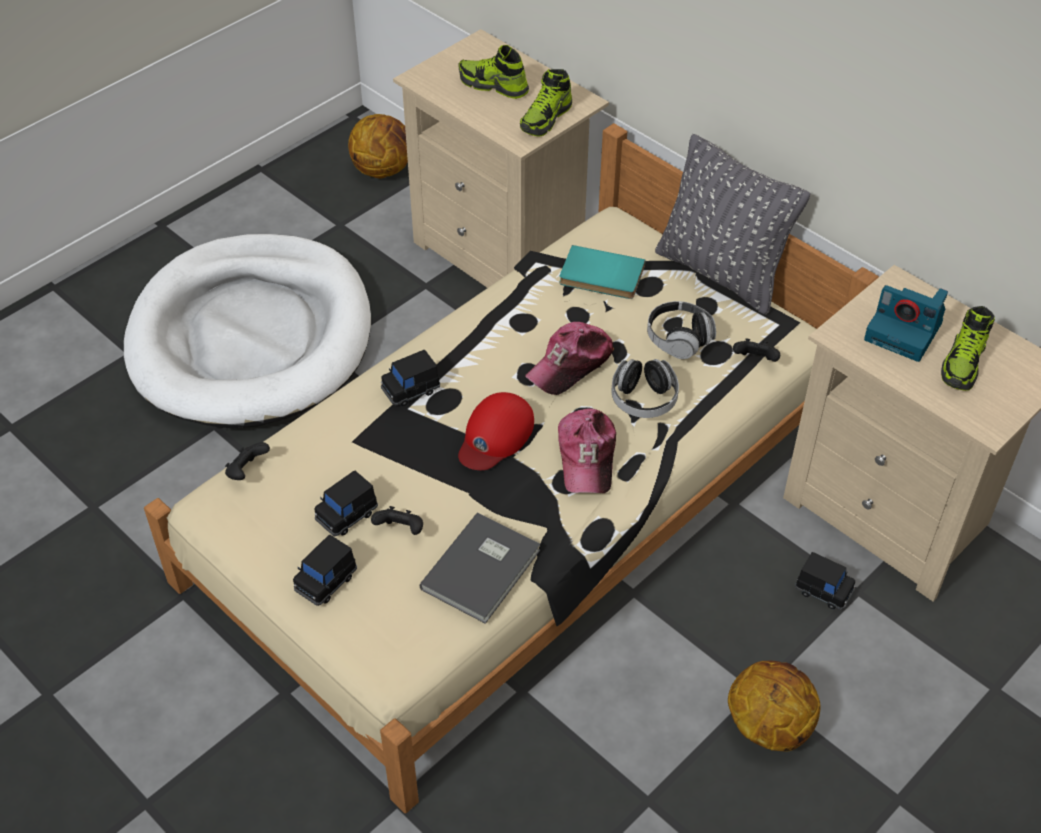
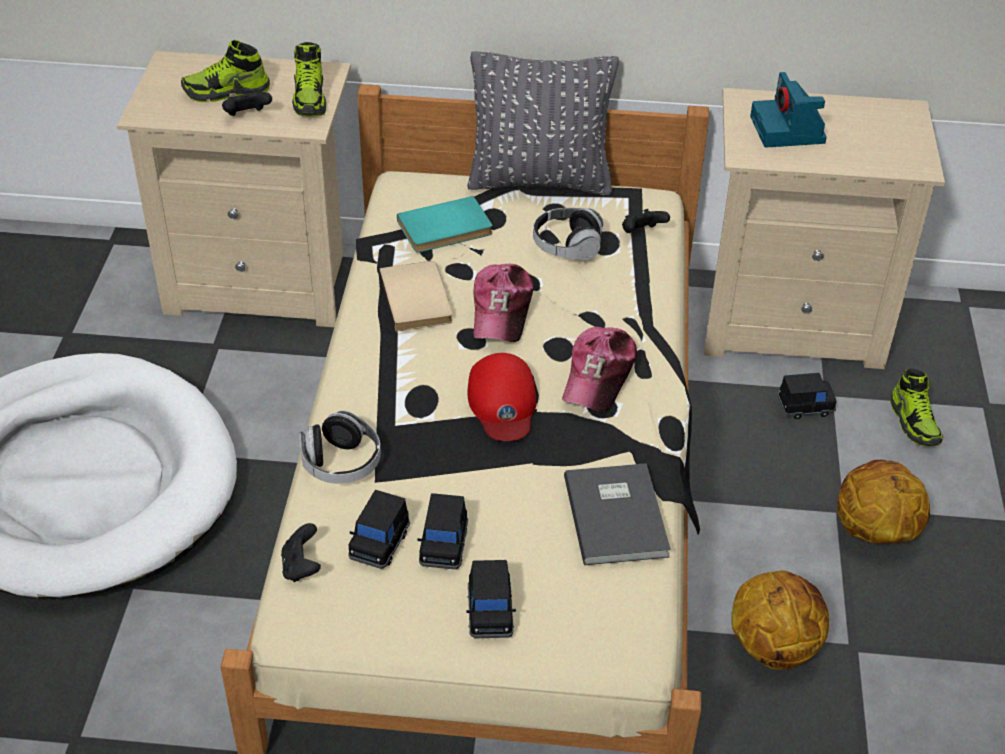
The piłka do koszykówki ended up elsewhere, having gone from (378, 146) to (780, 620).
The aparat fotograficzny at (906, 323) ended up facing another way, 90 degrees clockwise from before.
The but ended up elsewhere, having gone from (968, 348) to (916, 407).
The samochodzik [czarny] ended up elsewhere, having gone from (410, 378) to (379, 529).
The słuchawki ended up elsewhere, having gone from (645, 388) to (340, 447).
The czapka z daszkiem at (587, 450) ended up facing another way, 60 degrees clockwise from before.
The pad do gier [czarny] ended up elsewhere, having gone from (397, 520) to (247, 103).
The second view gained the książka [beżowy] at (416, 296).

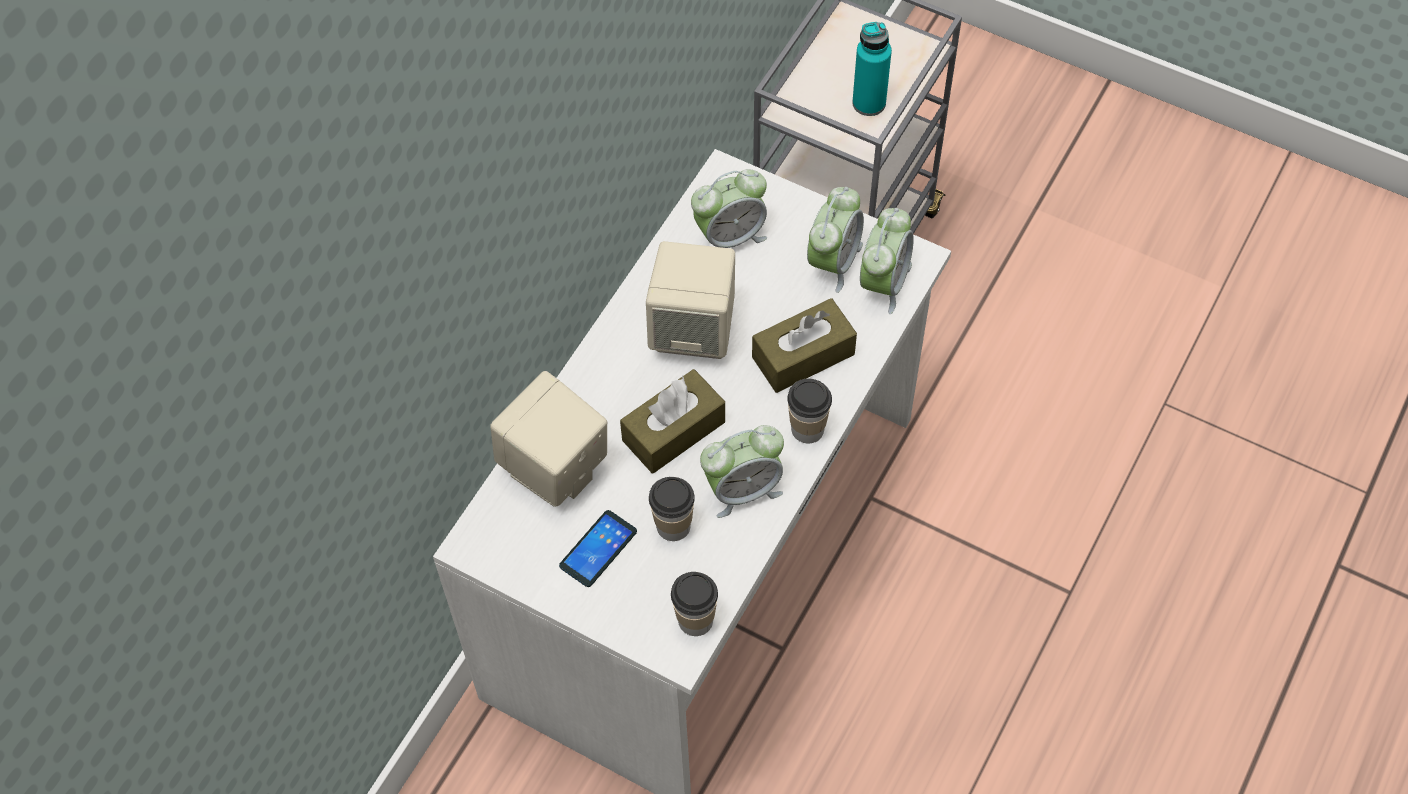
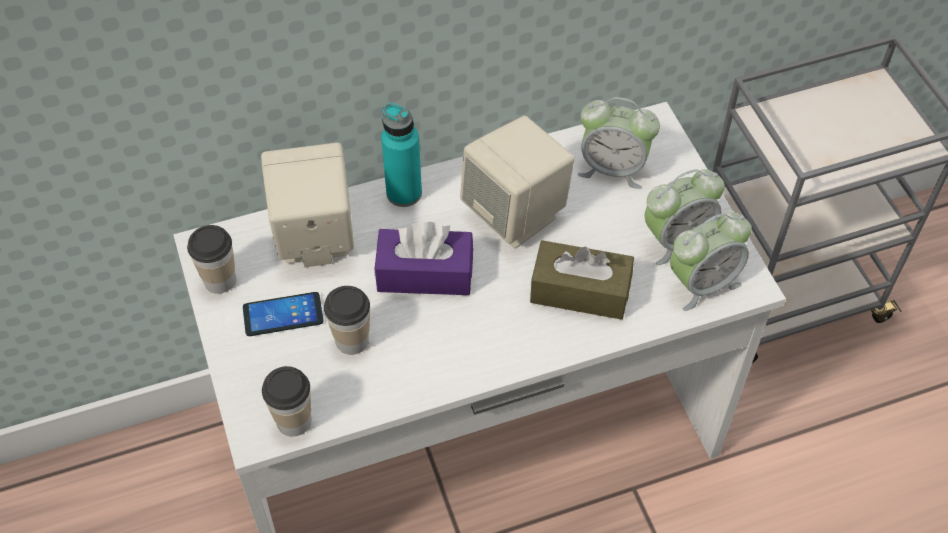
The butelka [turkusowy] ended up elsewhere, having gone from (872, 69) to (401, 155).
What was the pudełko chusteczek [brązowy] at (672, 421) turned into the pudełko chusteczek [fioletowy] at (424, 258).
The filiżanka ended up elsewhere, having gone from (809, 411) to (211, 259).
The second view lost the budzik at (742, 471).

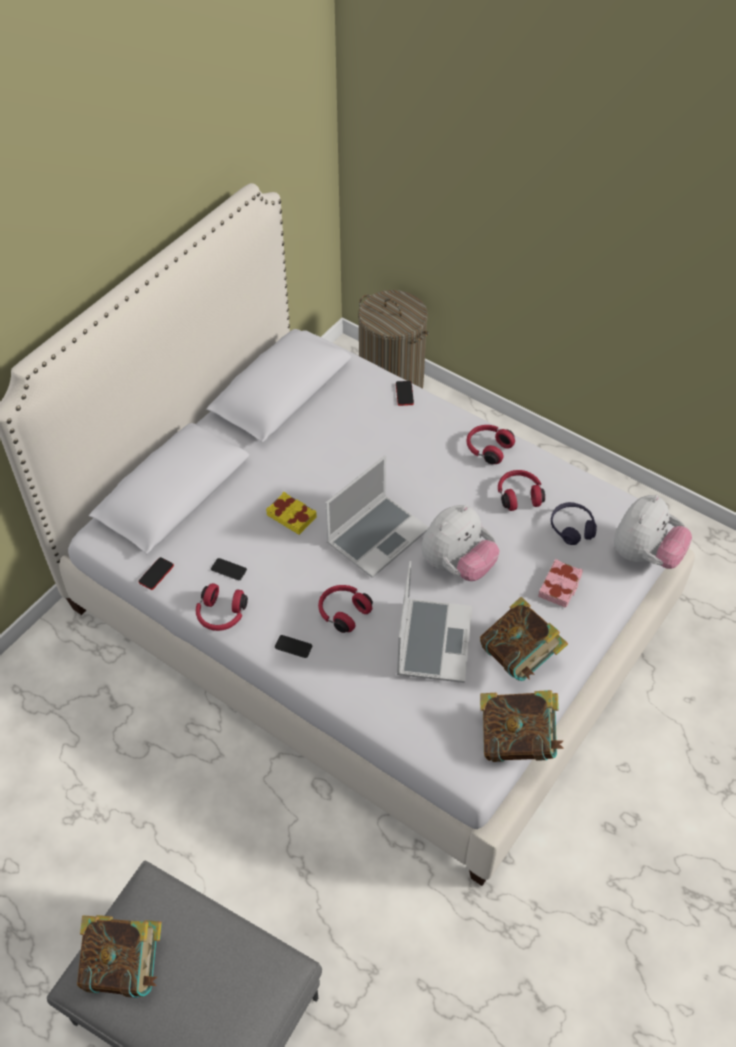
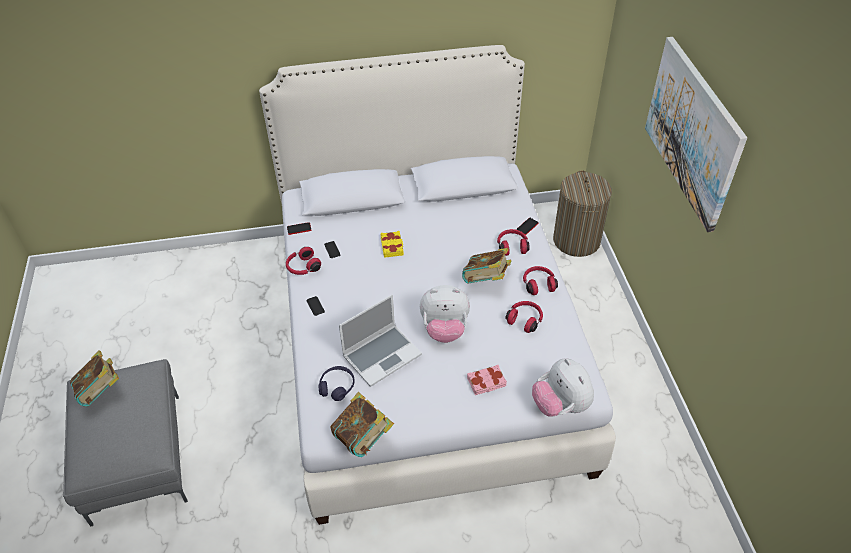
The second view lost the laptop at (377, 516).
The pluszak at (653, 531) ended up facing another way, 75 degrees clockwise from before.
The słuchawki [fioletowy] ended up elsewhere, having gone from (574, 523) to (337, 383).
The słuchawki [czerwony] ended up elsewhere, having gone from (345, 609) to (513, 242).
The książka ended up elsewhere, having gone from (524, 639) to (487, 265).
The second view gained the obraz at (696, 134).

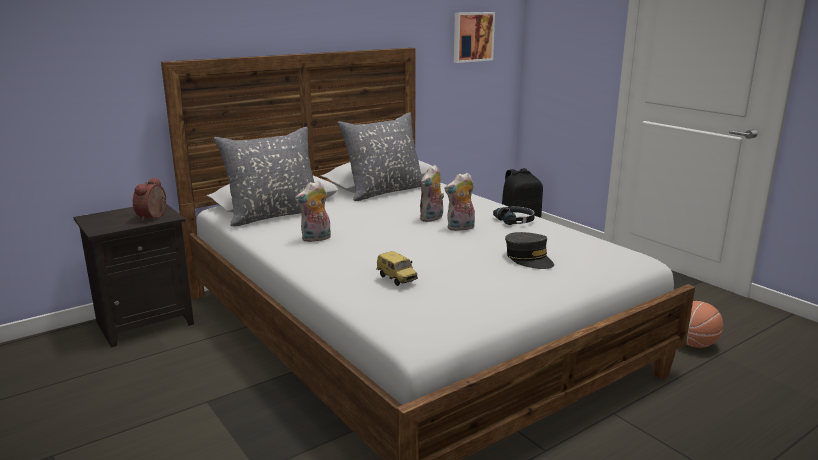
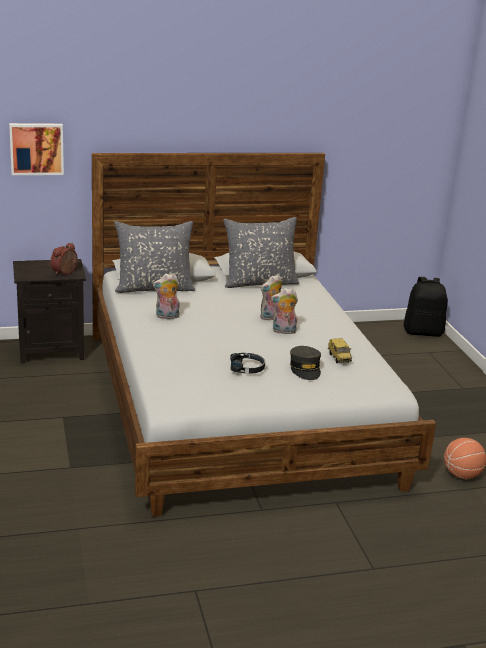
The obraz ended up elsewhere, having gone from (474, 37) to (36, 149).
The słuchawki [czarny] ended up elsewhere, having gone from (514, 215) to (247, 363).
The samochodzik ended up elsewhere, having gone from (397, 268) to (340, 350).

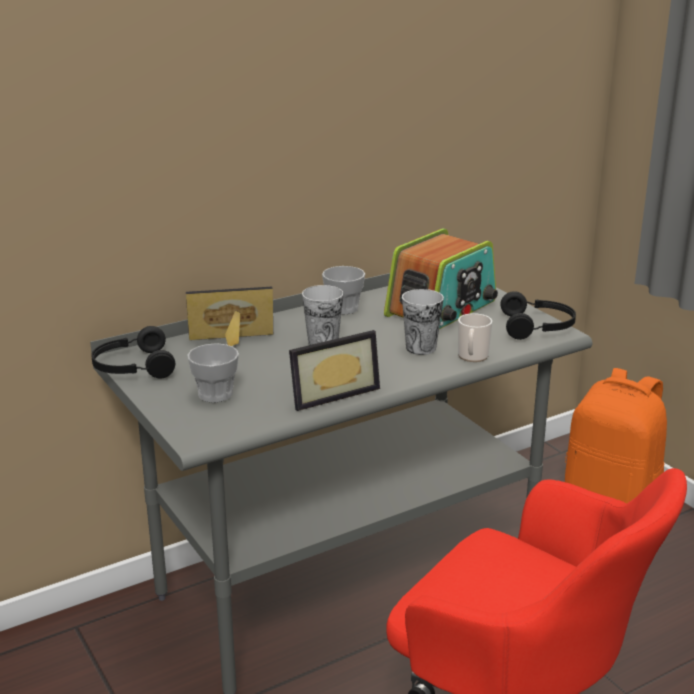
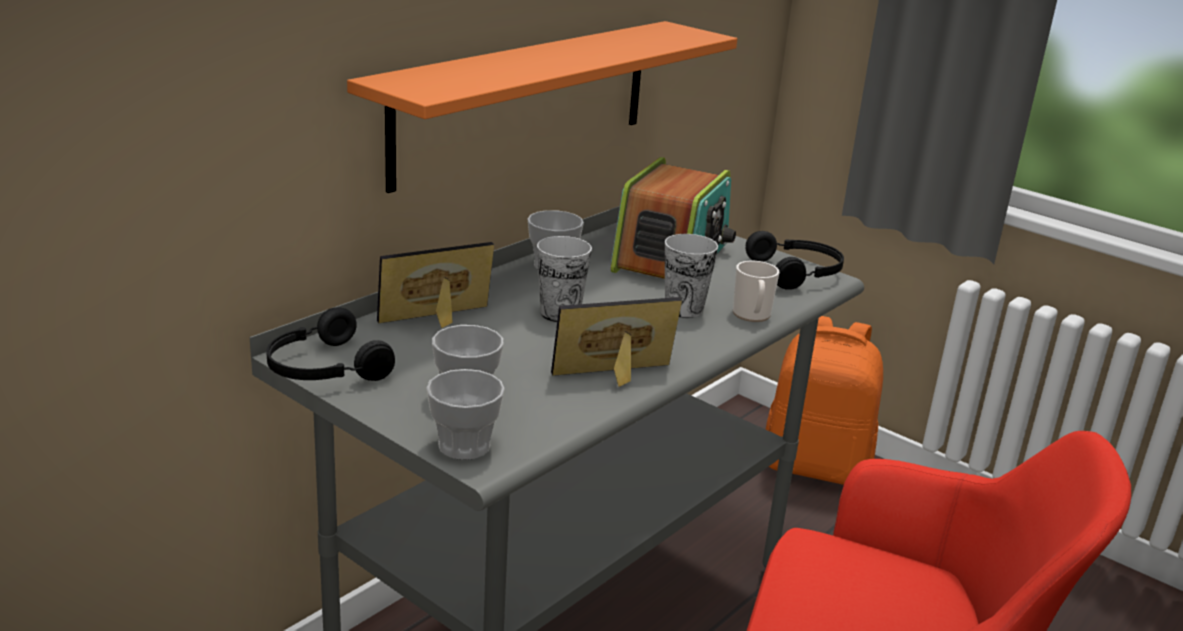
The ramka na zdjęcie at (334, 370) ended up facing another way, 150 degrees counterclockwise from before.
The second view gained the półka [pomarańczowy] at (542, 107).
The second view gained the filiżanka at (465, 414).

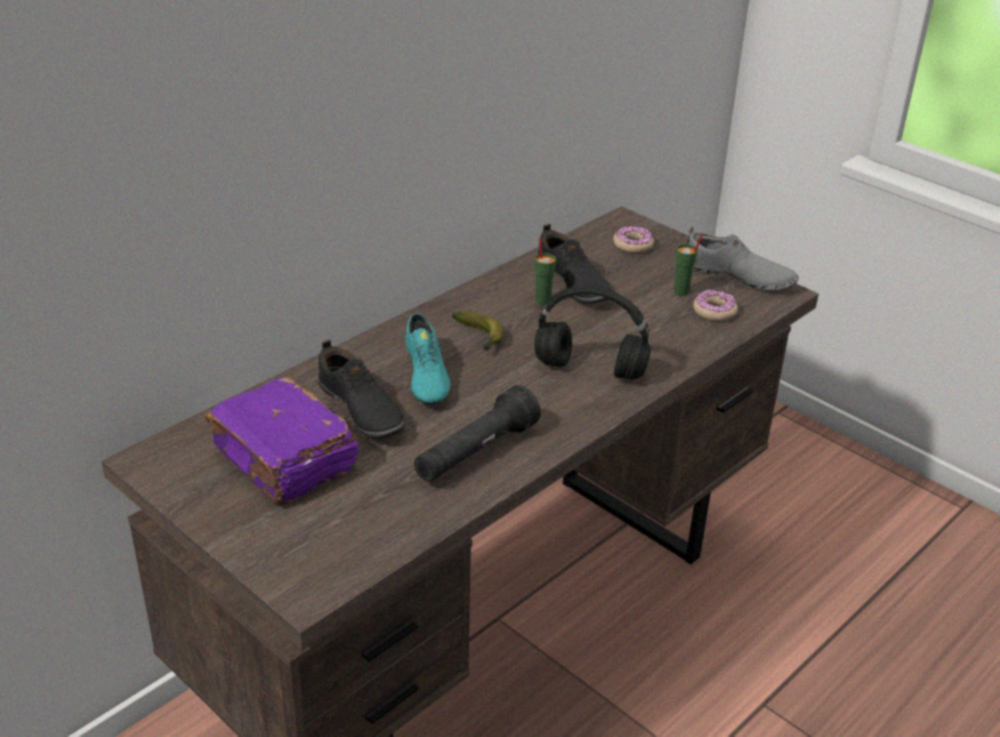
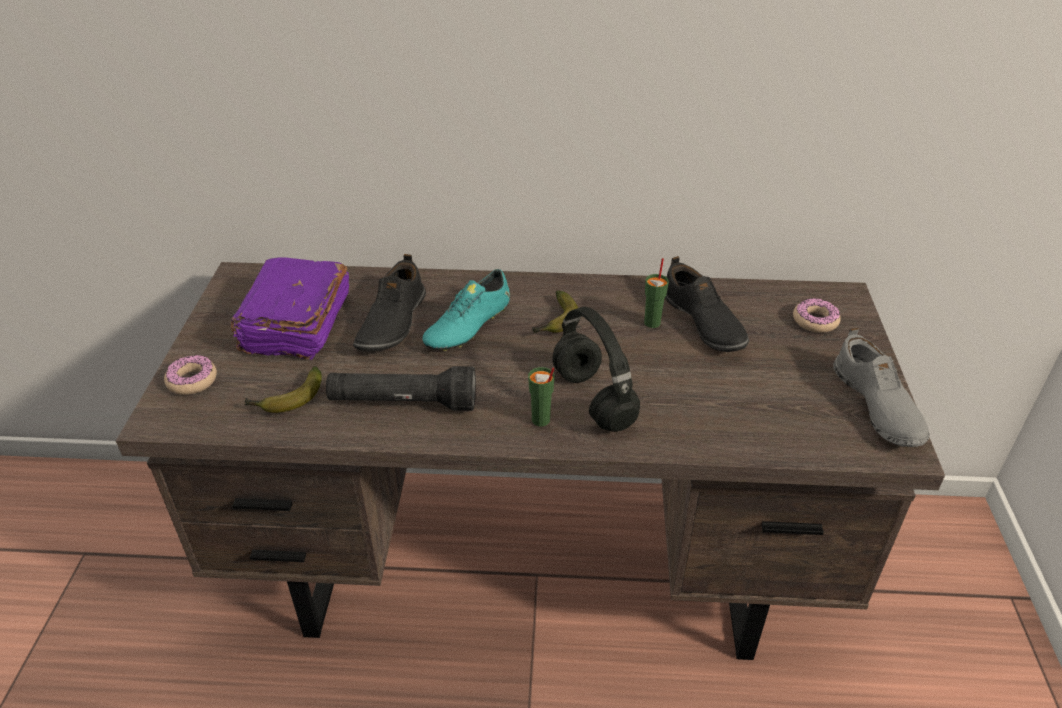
The but [czarny] at (574, 264) ended up facing another way, 45 degrees counterclockwise from before.
The filiżanka [zielony] ended up elsewhere, having gone from (688, 265) to (541, 396).
The donut ended up elsewhere, having gone from (715, 305) to (190, 375).
The second view gained the banan at (283, 389).

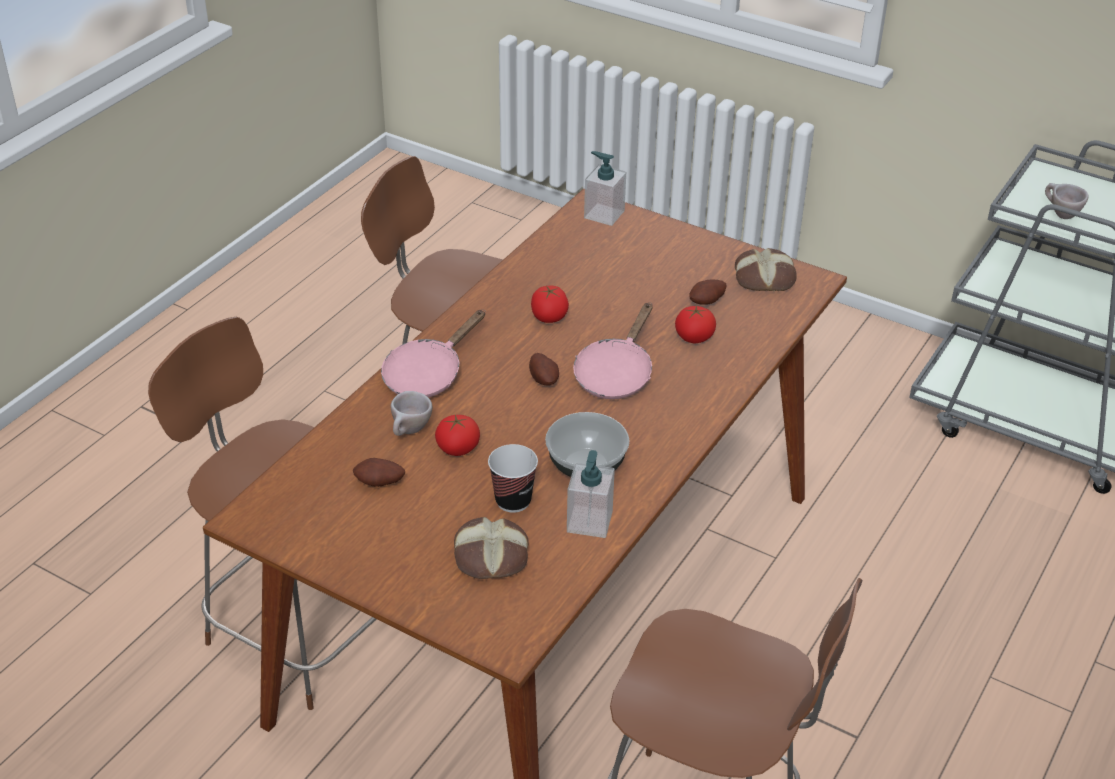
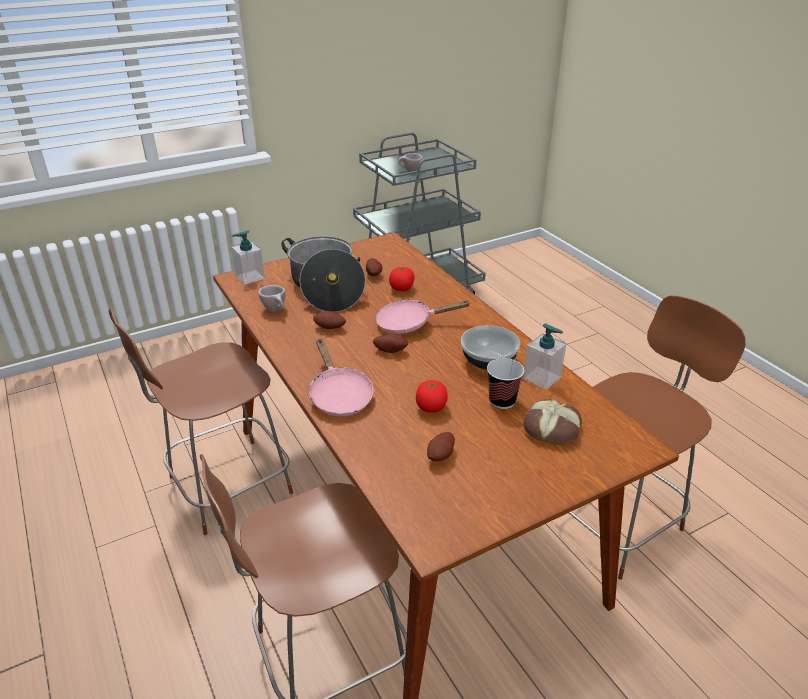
The second view lost the chleb at (766, 270).
Where the pomidor stood at (550, 304), the ziemniak came to stand at (329, 320).
The patelnia [różowy] at (613, 350) ended up facing another way, 120 degrees clockwise from before.
The filiżanka [beżowy] ended up elsewhere, having gone from (411, 413) to (272, 298).
The second view gained the garnek at (323, 274).

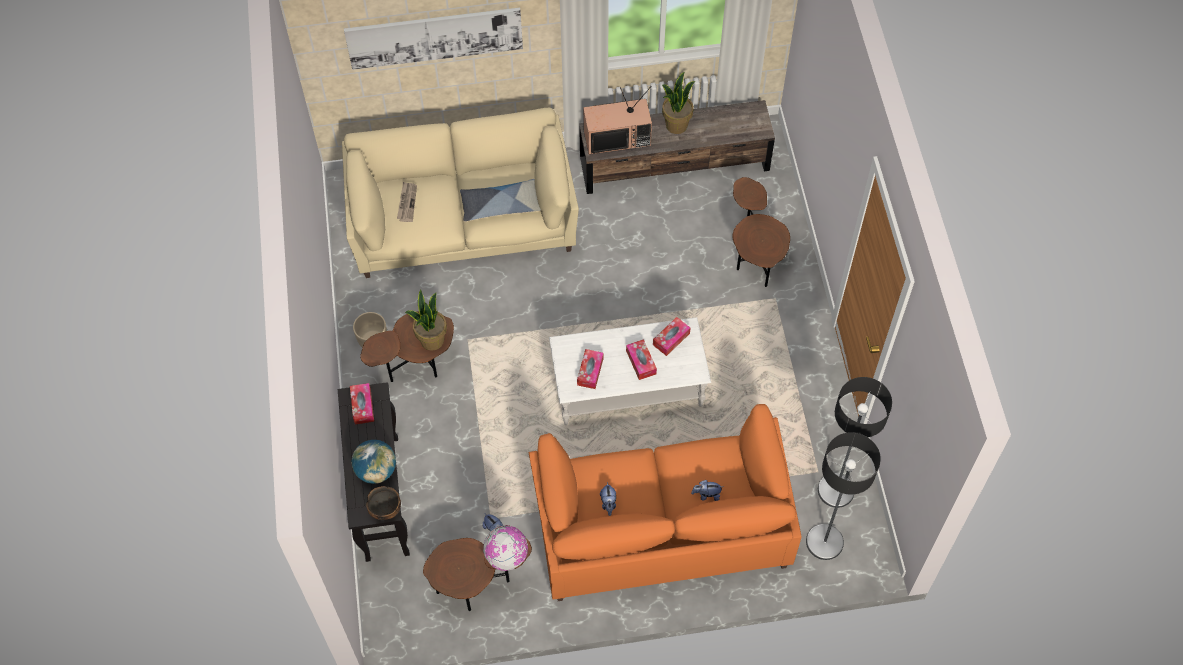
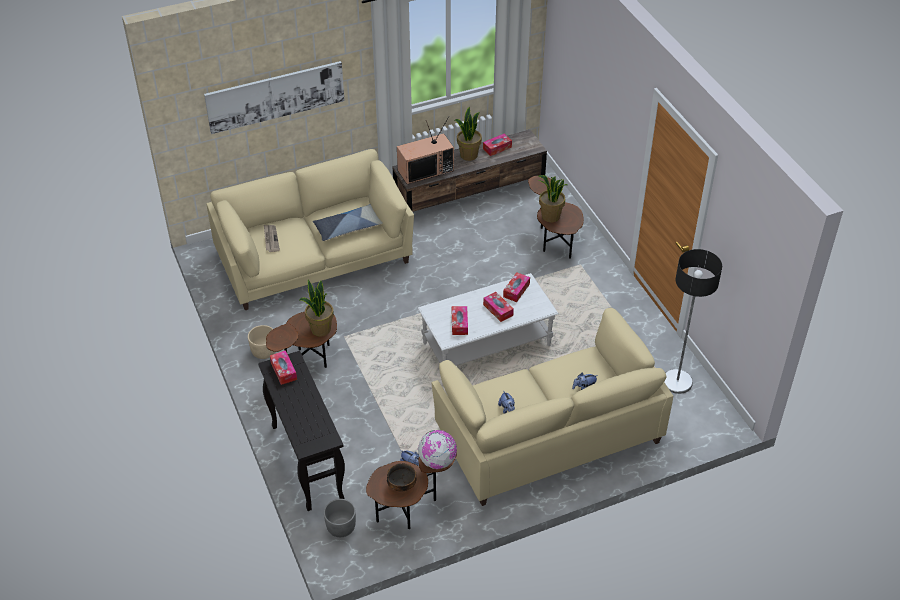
What was the kanapa [pomarańczowy] at (665, 502) turned into the kanapa [beżowy] at (552, 407).
The second view lost the lampa stojąca at (843, 496).
The second view lost the globus at (373, 462).
The miska ended up elsewhere, having gone from (383, 503) to (401, 477).
The second view gained the pudełko chusteczek at (497, 145).
The second view gained the roślina doniczkowa at (553, 198).
The second view gained the donica [szary] at (340, 518).

